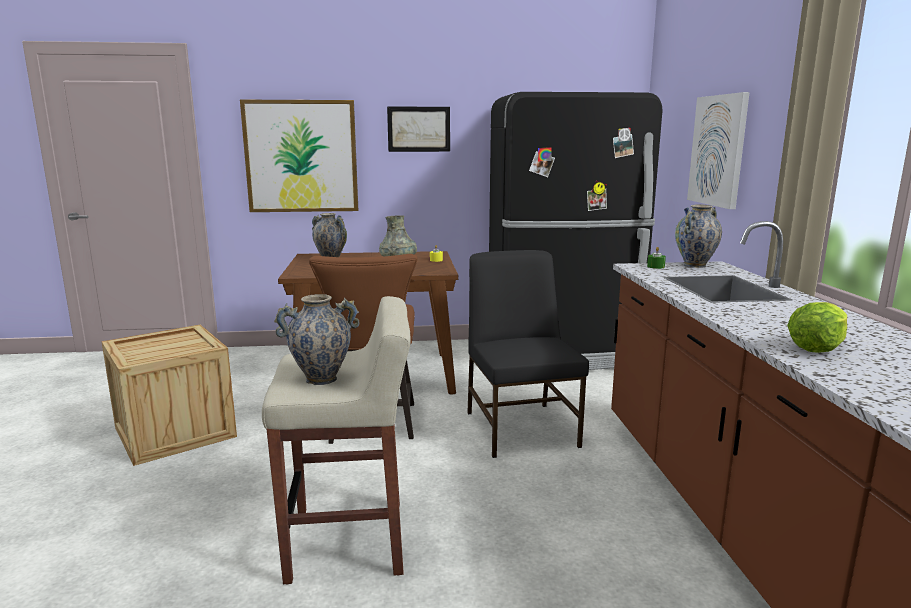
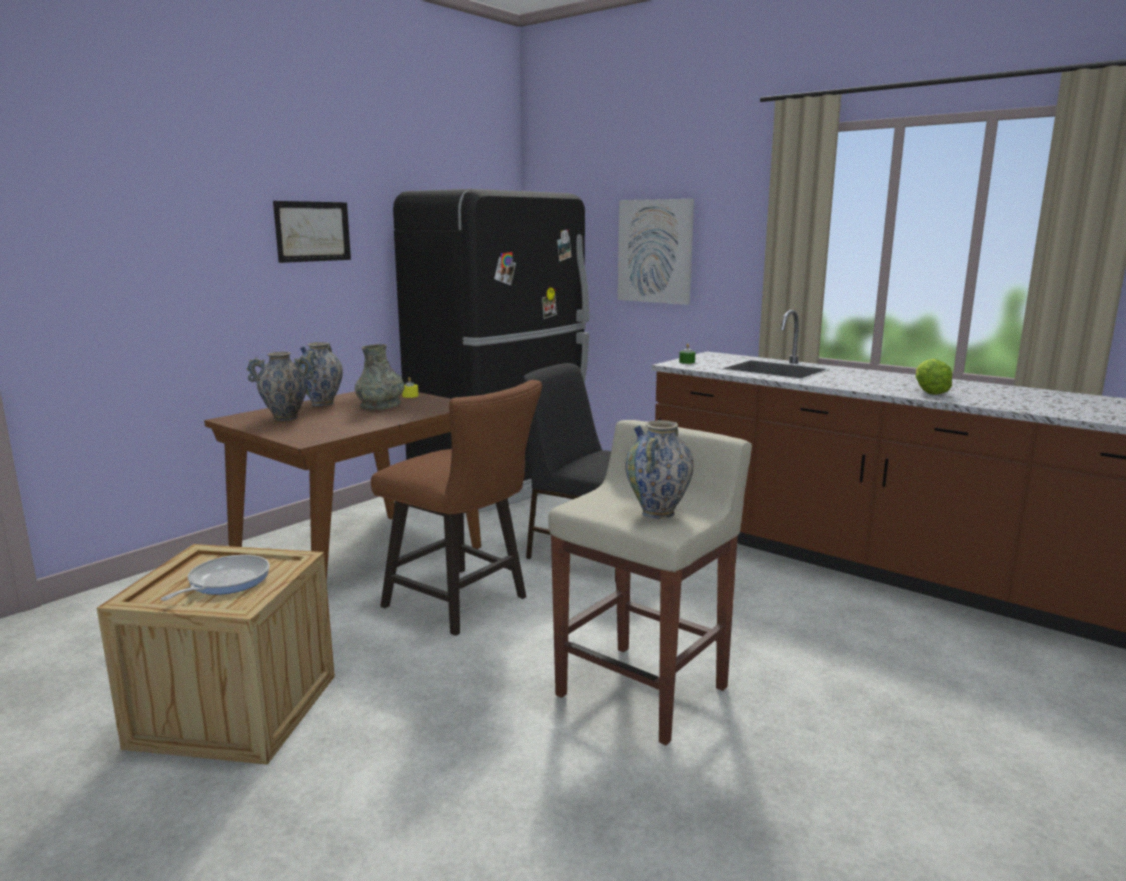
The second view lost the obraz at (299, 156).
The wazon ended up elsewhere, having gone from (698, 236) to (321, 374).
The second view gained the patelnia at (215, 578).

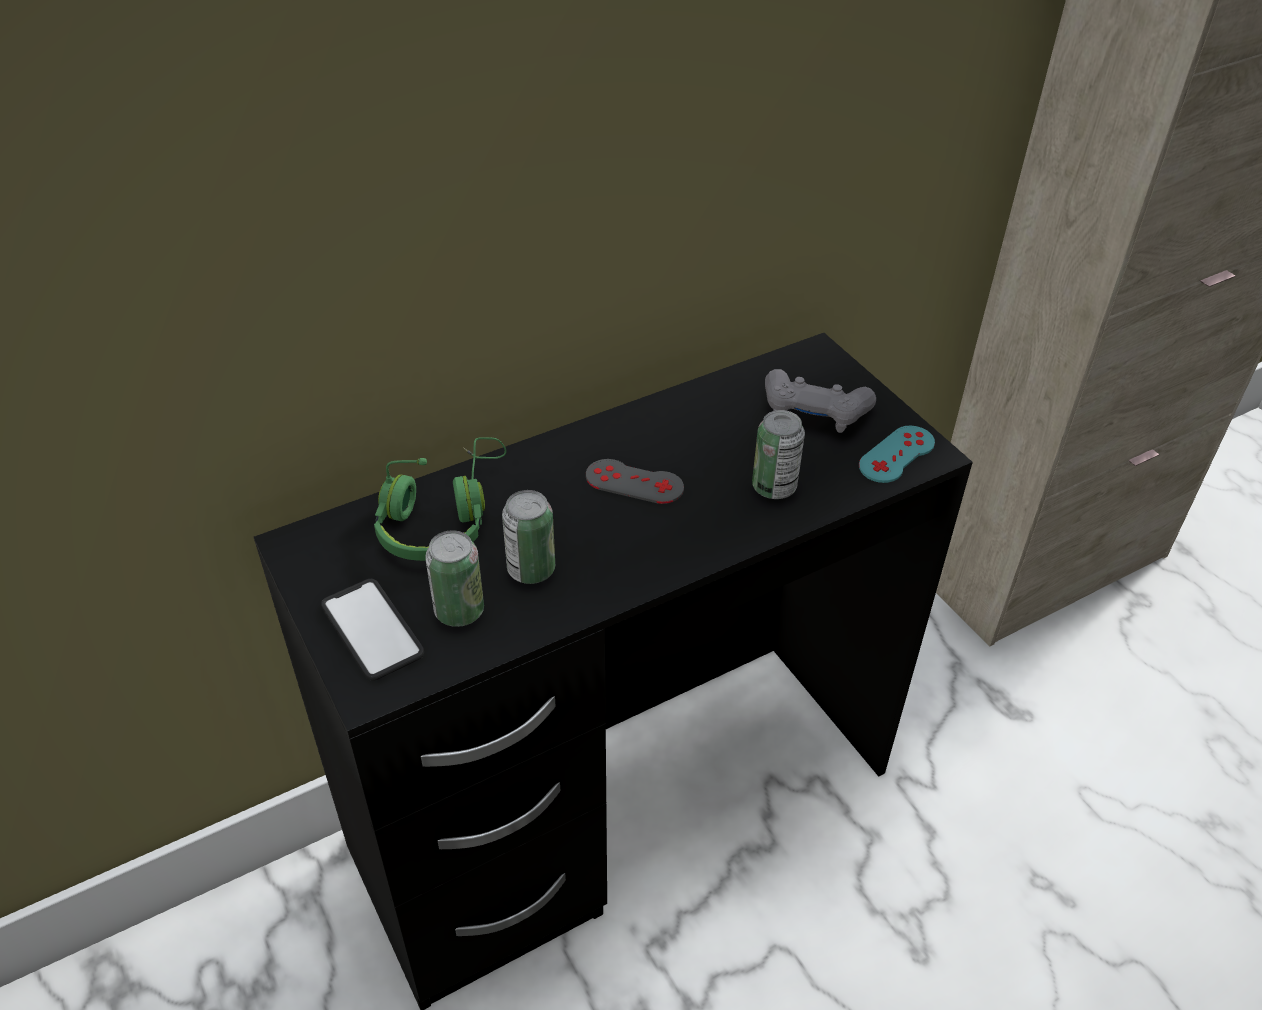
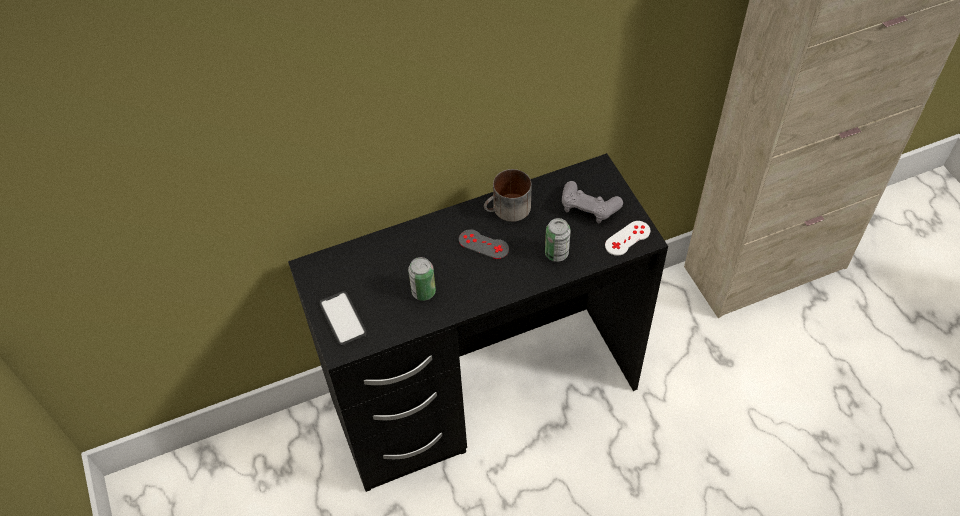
What was the pad do gier [turkusowy] at (897, 454) turned into the pad do gier [biały] at (627, 238).
The second view lost the słuchawki [zielony] at (440, 499).
The second view lost the puszka at (454, 578).
The second view gained the kubek at (508, 195).

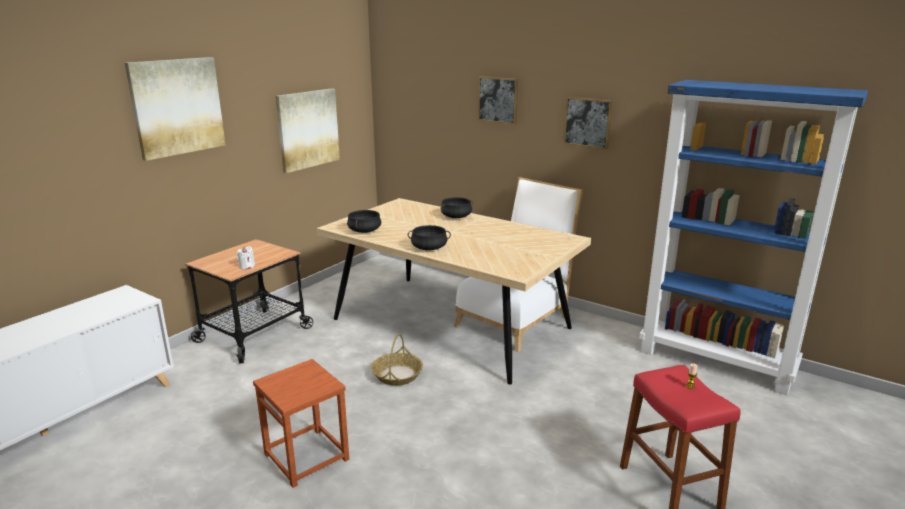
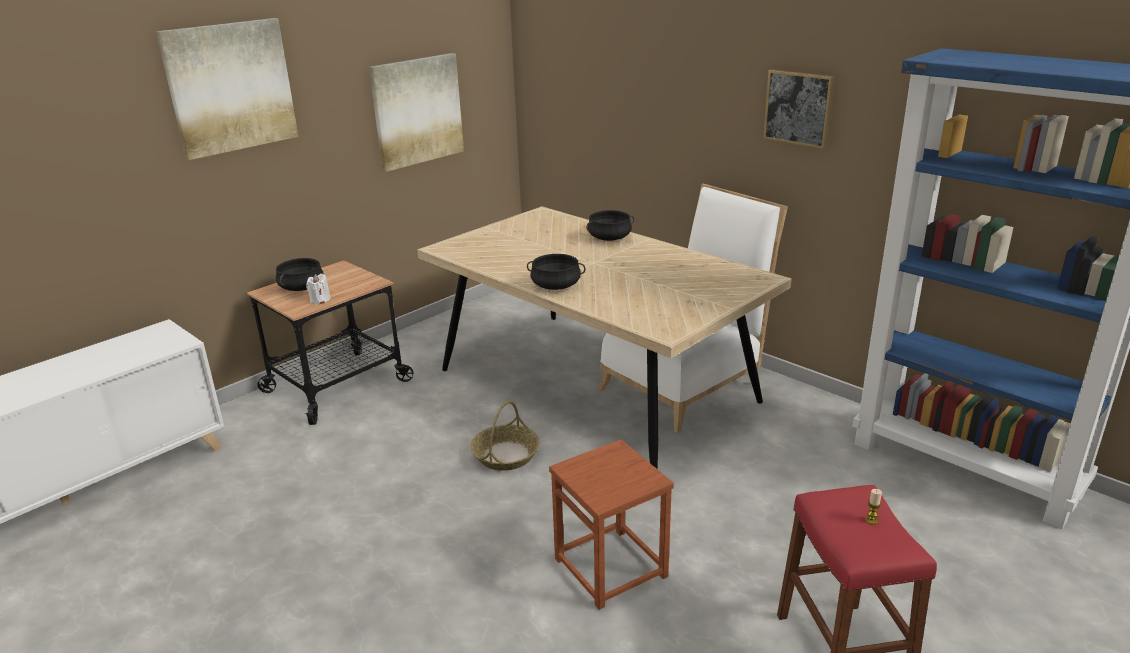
The second view lost the obraz at (498, 100).
The garnek [czarny] ended up elsewhere, having gone from (364, 221) to (300, 274).
The stołek [brązowy] ended up elsewhere, having gone from (301, 423) to (611, 524).

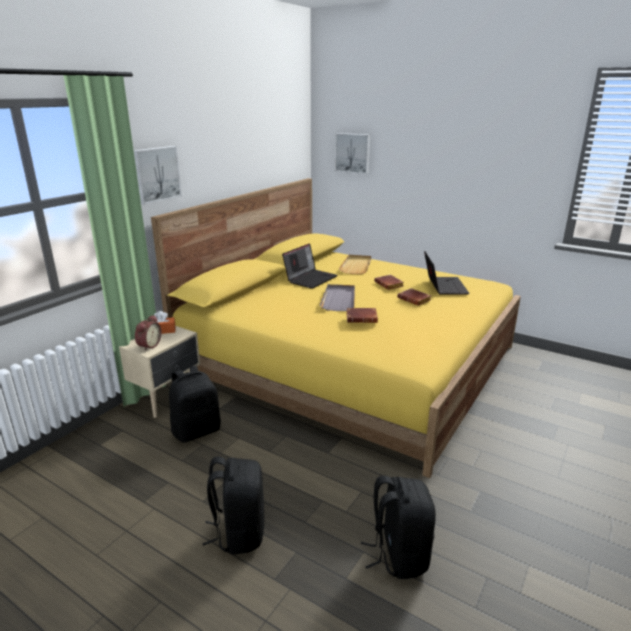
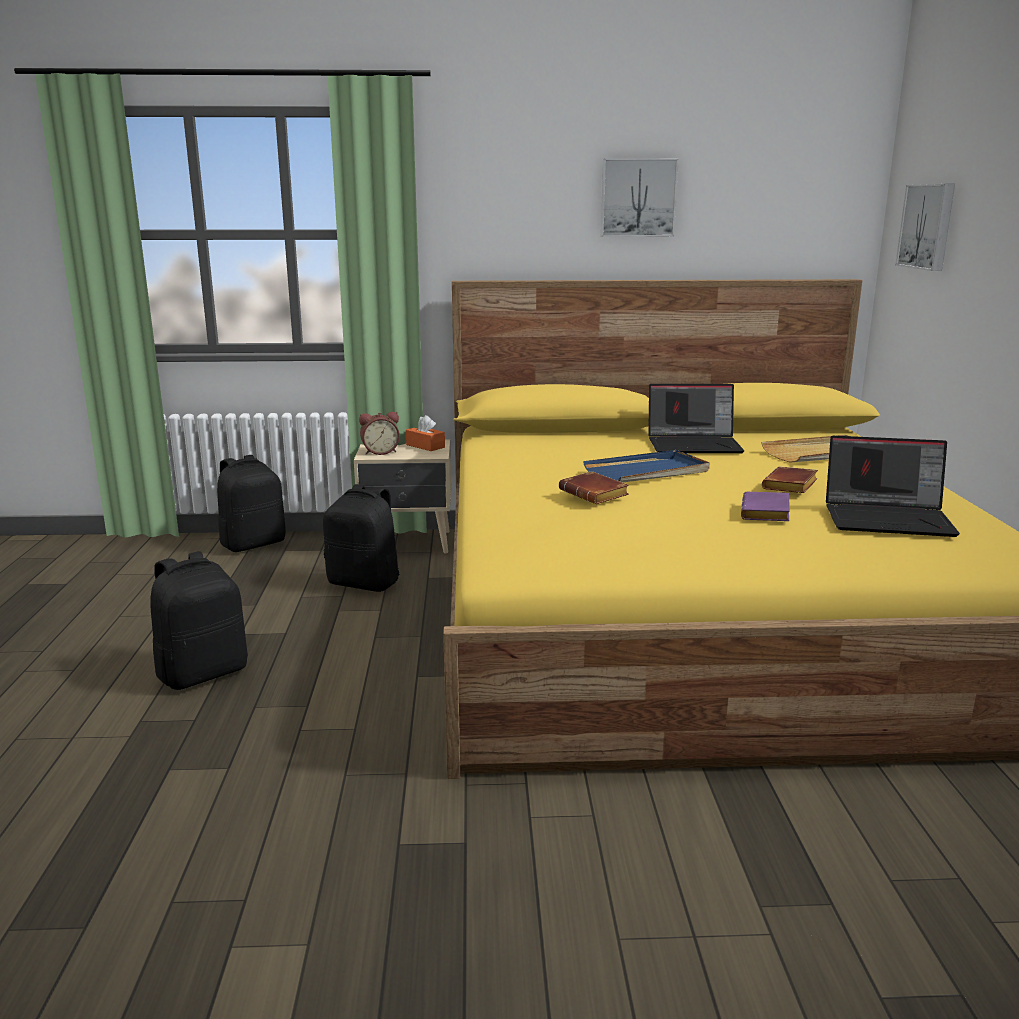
The obraz ended up elsewhere, having gone from (158, 175) to (640, 197).
The laptop at (446, 273) ended up facing another way, 45 degrees clockwise from before.
What was the taca [szary] at (337, 297) turned into the taca [niebieski] at (646, 466).
What was the książka [brązowy] at (414, 297) turned into the książka [fioletowy] at (765, 506).
The plecak [czarny] ended up elsewhere, having gone from (398, 527) to (251, 503).

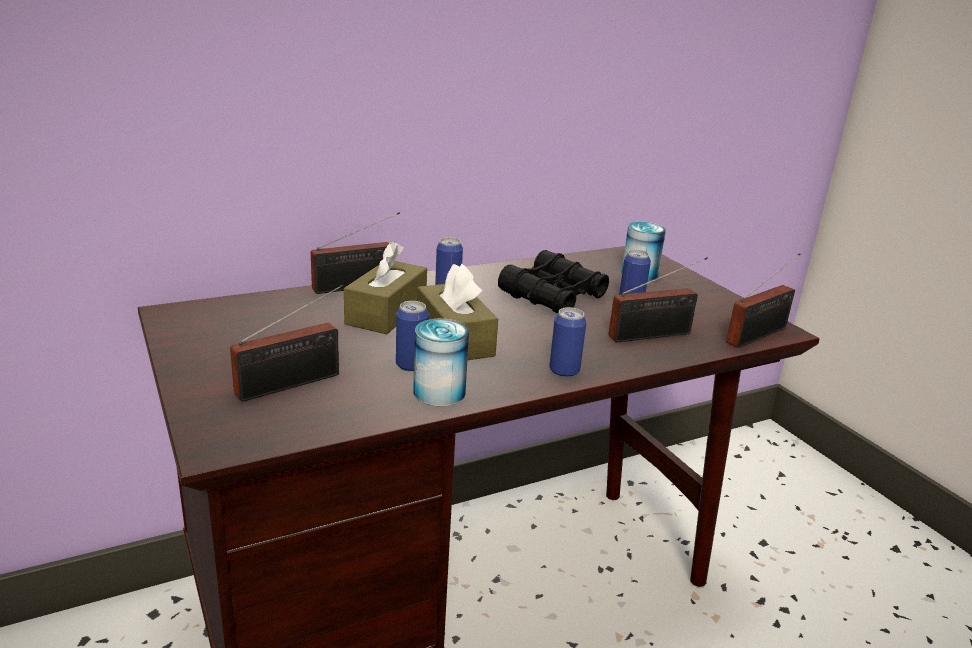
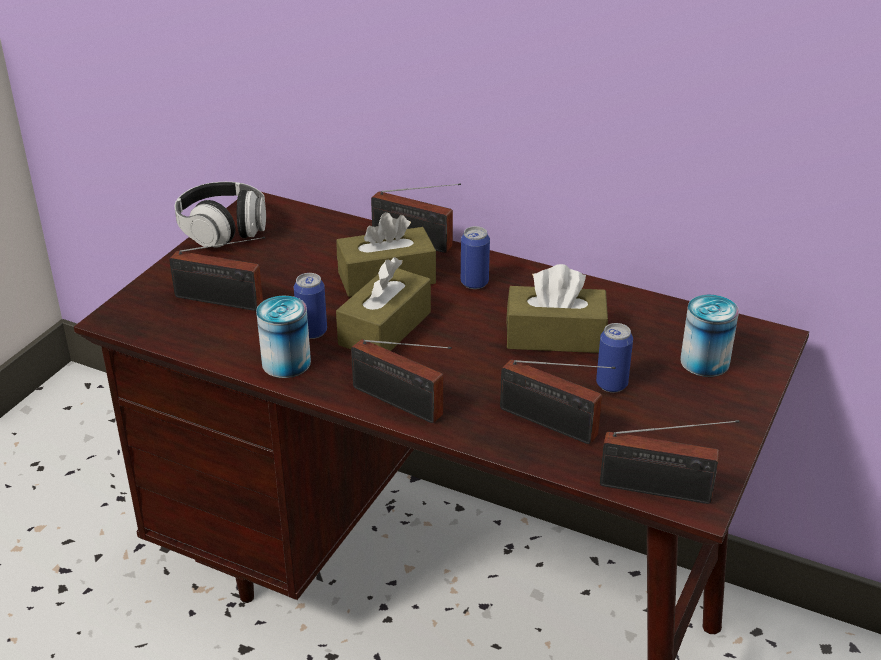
Where the lornetka [czarny] stood at (553, 281), the pudełko chusteczek [brązowy] came to stand at (557, 308).
Where the puszka stood at (568, 342), the radio came to stand at (401, 381).
The second view gained the słuchawki at (220, 215).

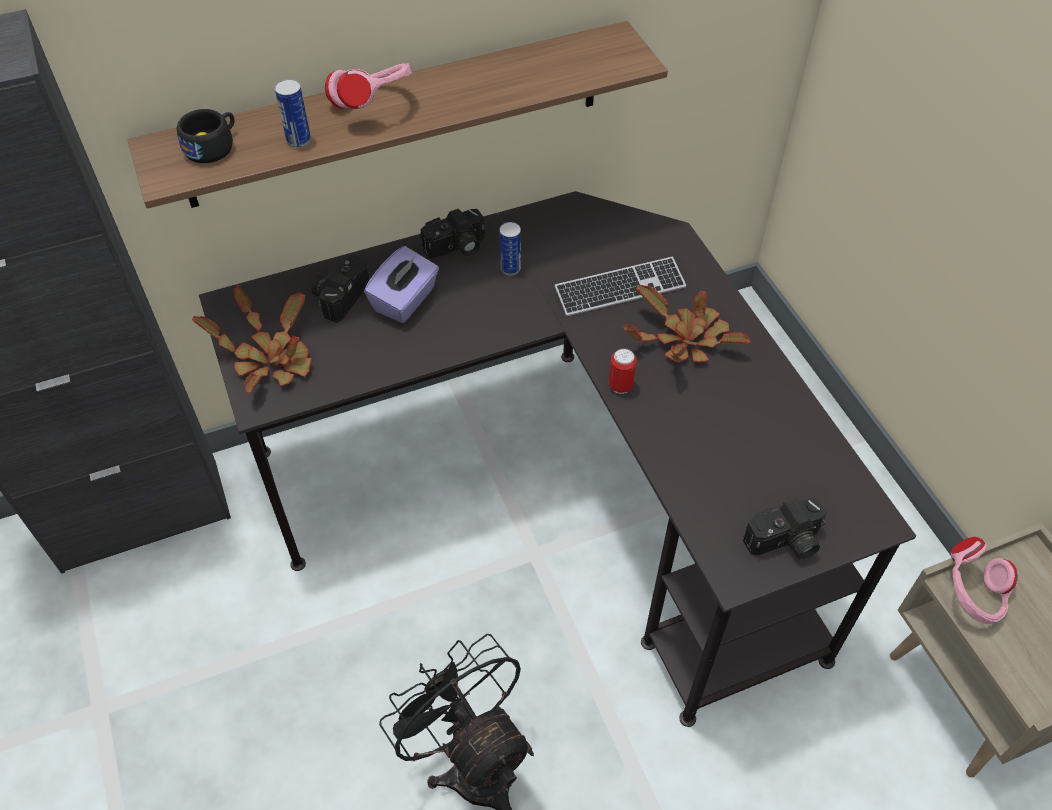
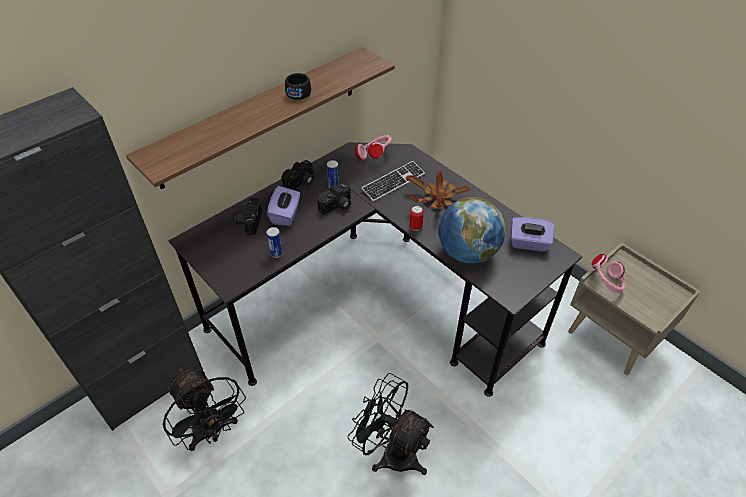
The słuchawki [różowy] ended up elsewhere, having gone from (368, 86) to (373, 147).
The puszka ended up elsewhere, having gone from (293, 113) to (274, 242).
The filiżanka [czarny] ended up elsewhere, having gone from (206, 136) to (298, 86).
The second view lost the roślina doniczkowa at (252, 339).
The aparat fotograficzny ended up elsewhere, having gone from (785, 528) to (334, 199).
The second view gained the globus at (472, 230).
The second view gained the pudełko chusteczek [fioletowy] at (532, 234).
The second view gained the wentylator [czarny] at (204, 409).

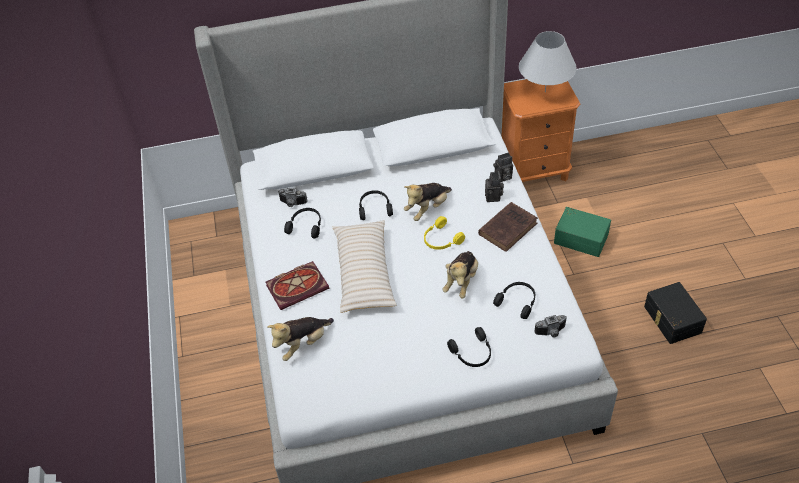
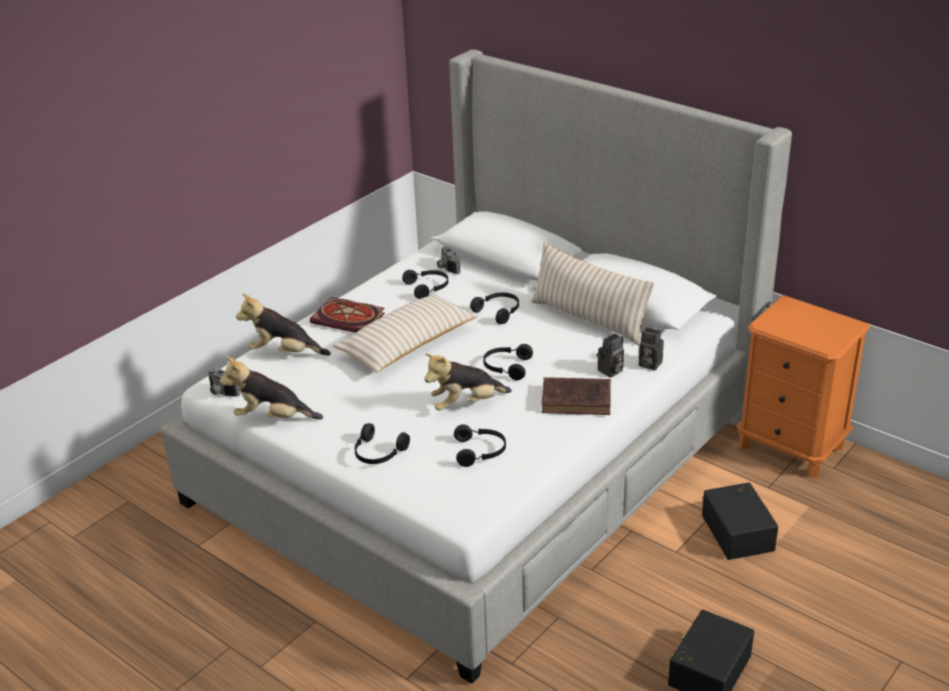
The second view lost the lampa stołowa [biały] at (548, 61).
The pluszak ended up elsewhere, having gone from (428, 202) to (271, 387).
What was the pojemnik do przechowywania [zielony] at (582, 232) turned into the pojemnik do przechowywania [czarny] at (740, 521).
What was the słuchawki [żółty] at (444, 233) turned into the słuchawki [czarny] at (508, 362).
The aparat fotograficzny ended up elsewhere, having gone from (550, 326) to (224, 383).
The second view gained the poduszka [beżowy] at (592, 294).

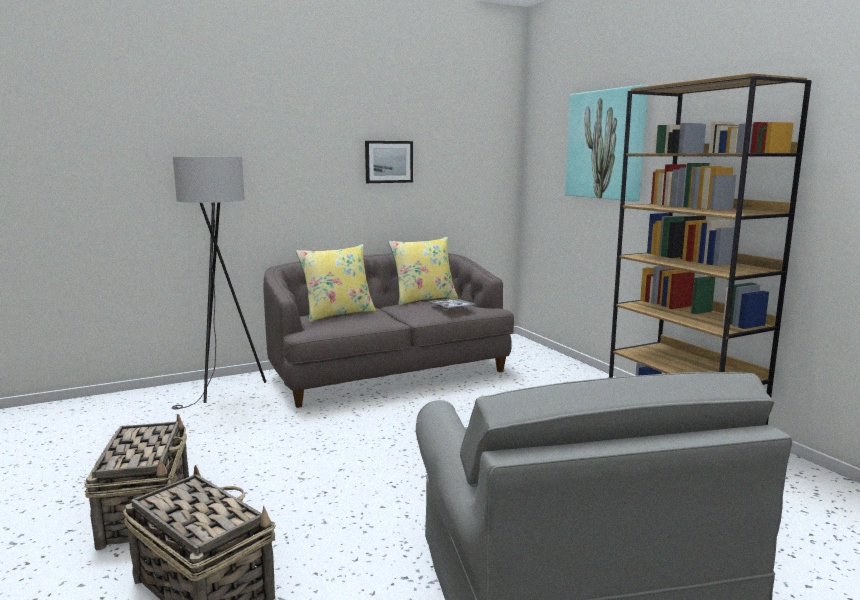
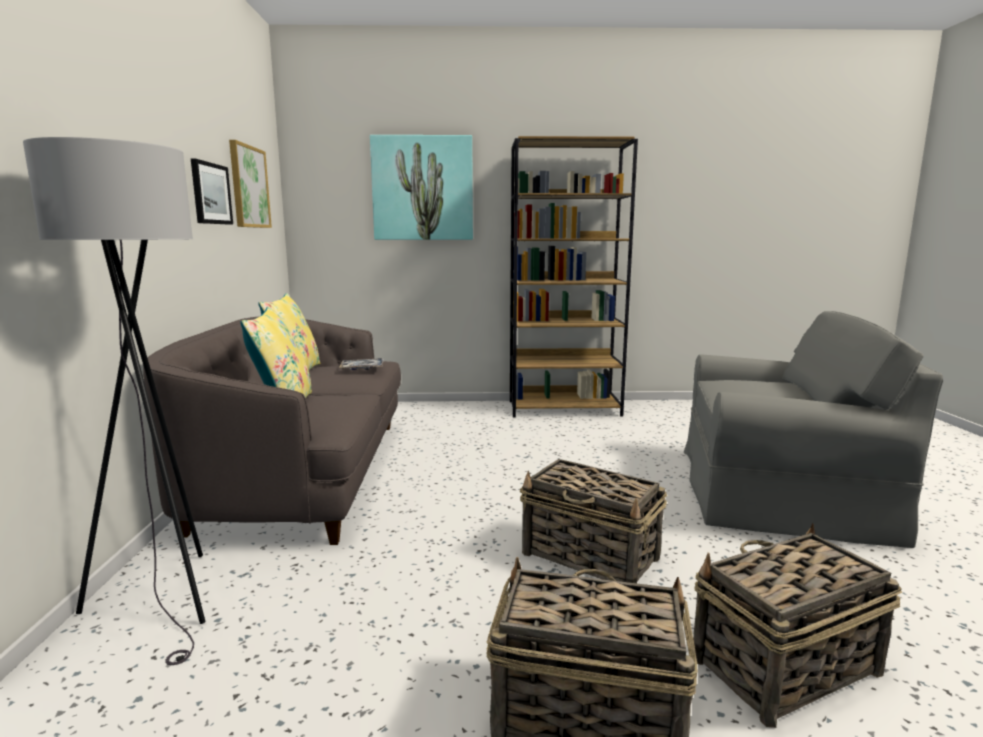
The second view gained the obraz at (250, 184).
The second view gained the koszyk at (593, 521).

